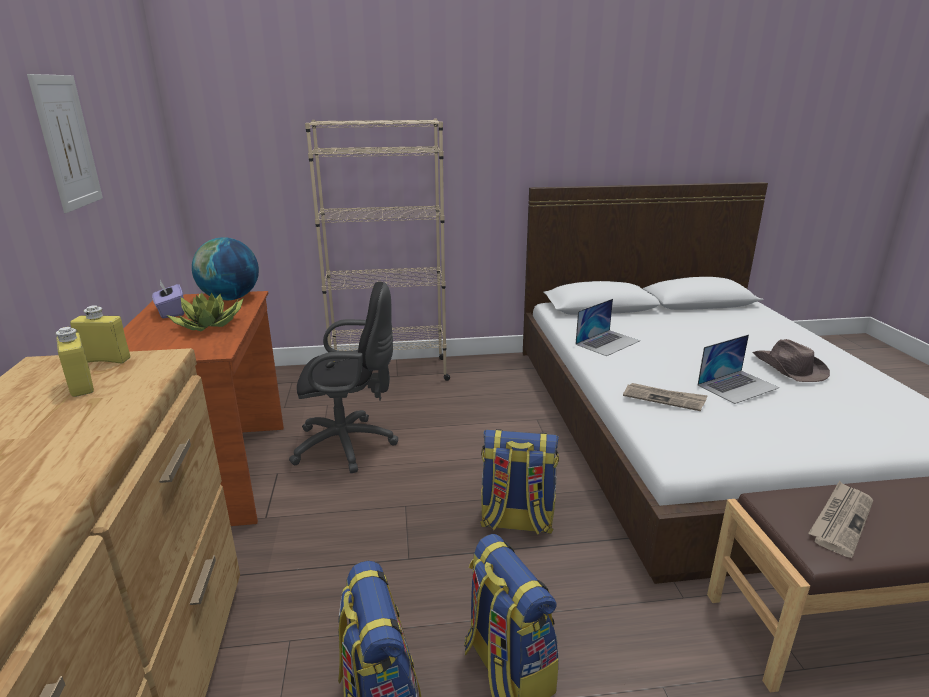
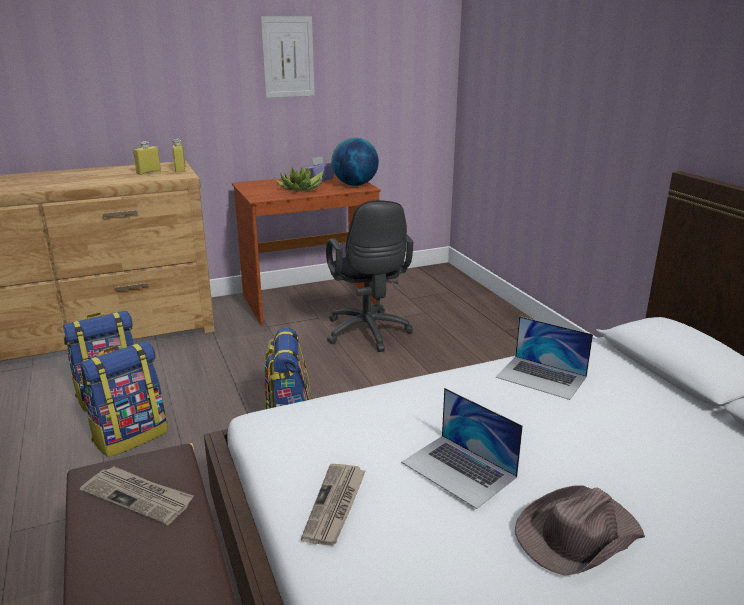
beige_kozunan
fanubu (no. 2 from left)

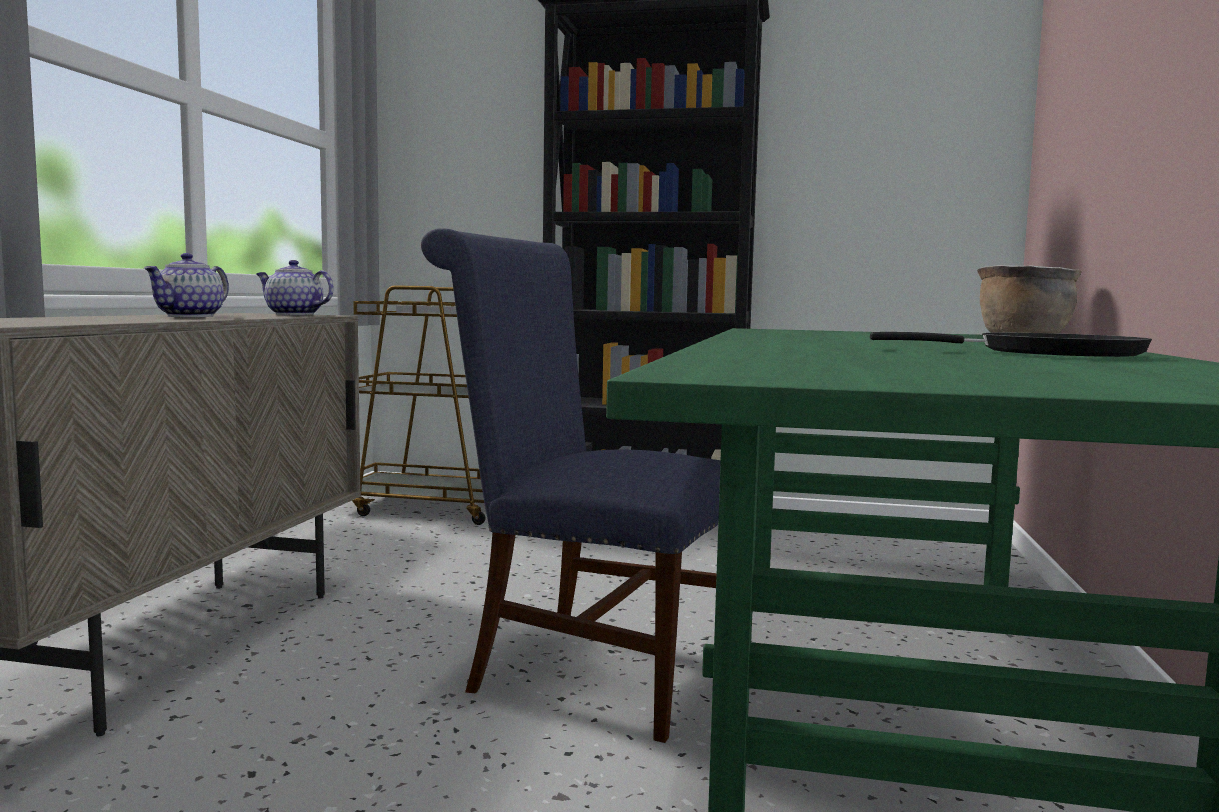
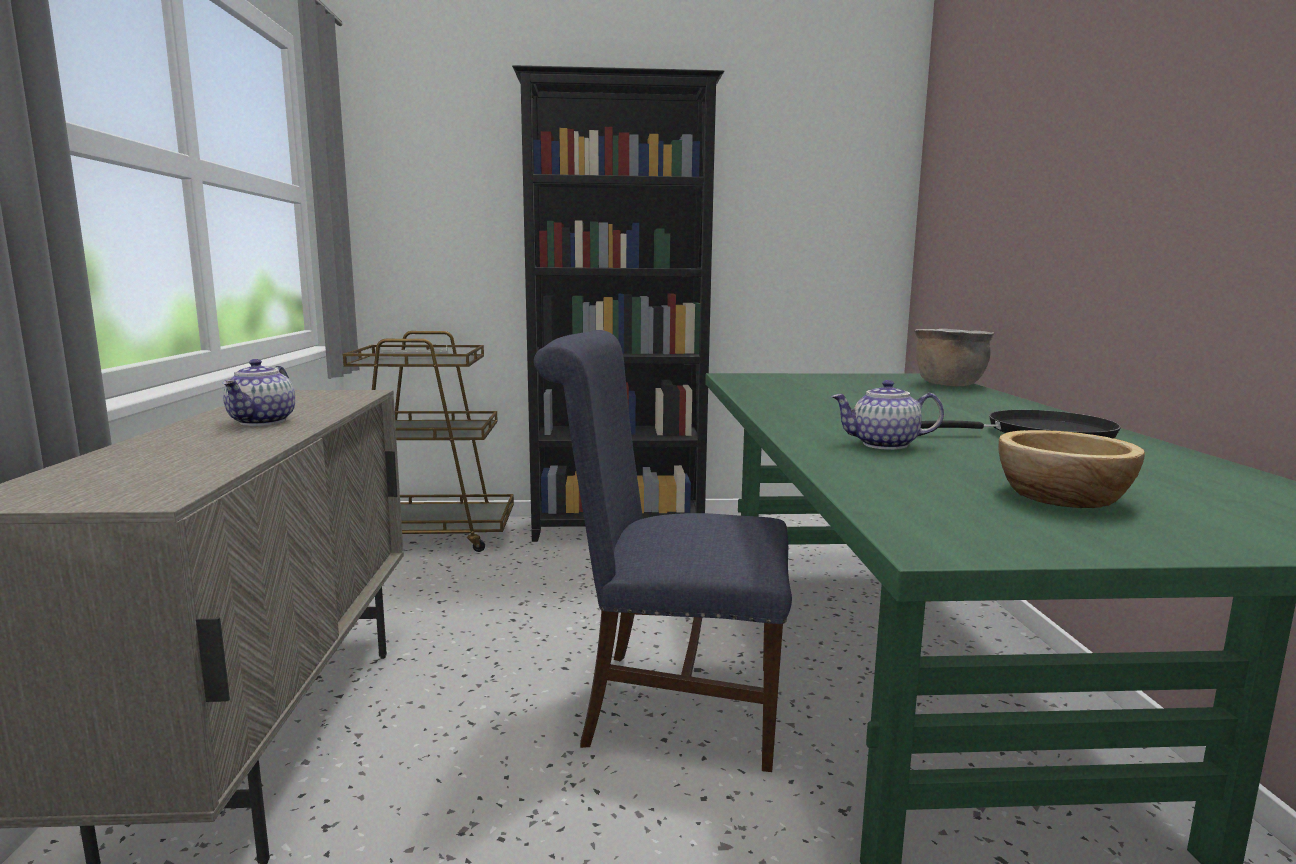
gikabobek
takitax (no. 2 from left)

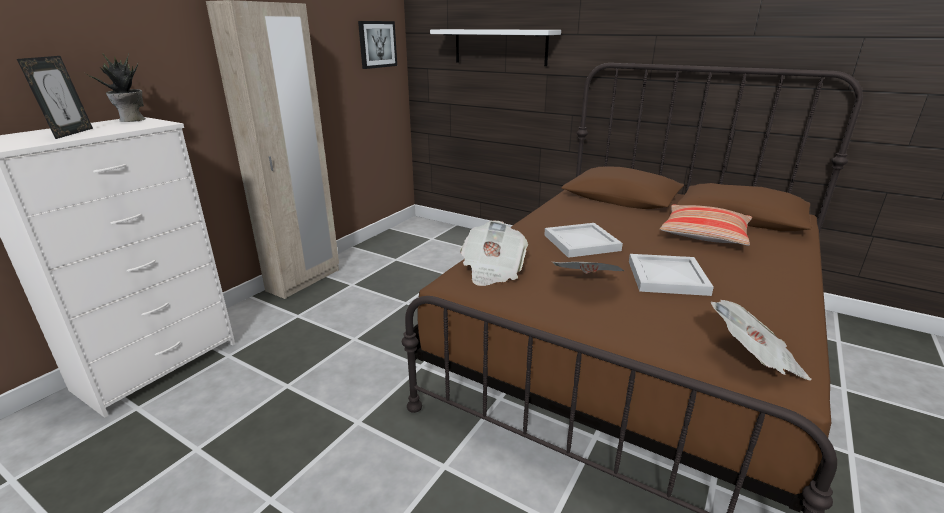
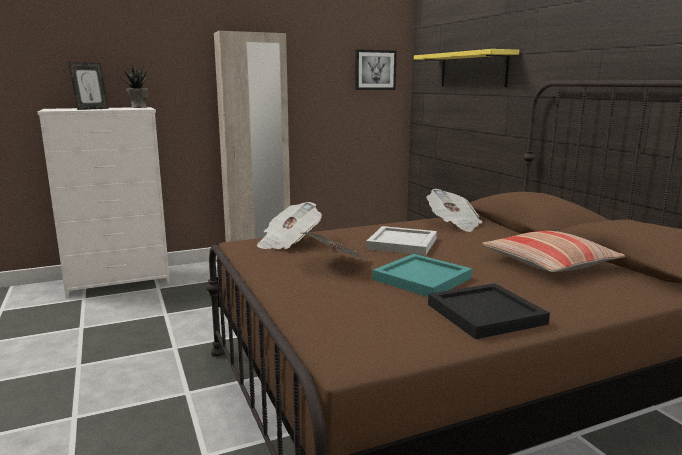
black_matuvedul
fanubu (no. 3 from left)
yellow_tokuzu
turquoise_matuvedul

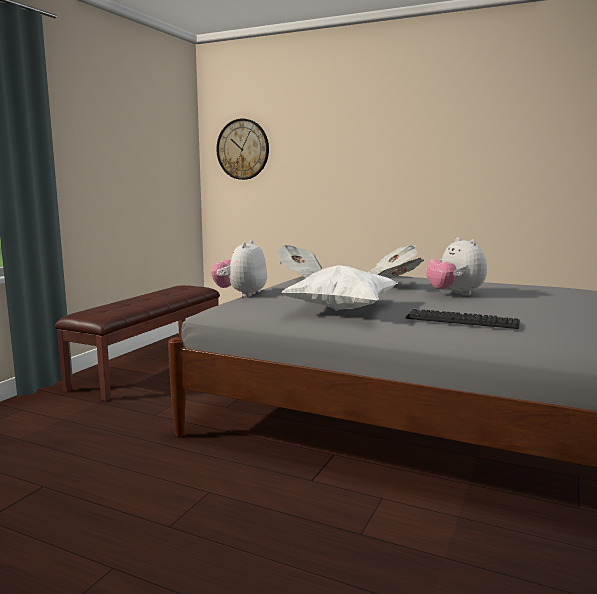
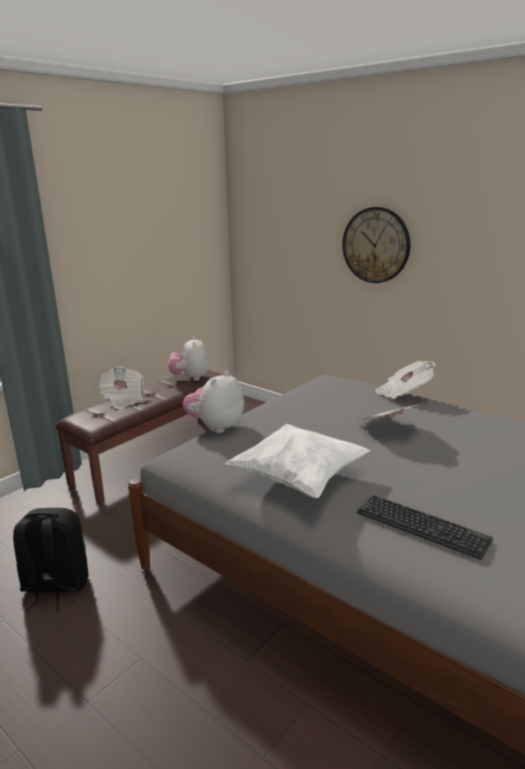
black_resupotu
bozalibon
fanubu (no. 1 from left)
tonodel (no. 1 from left)

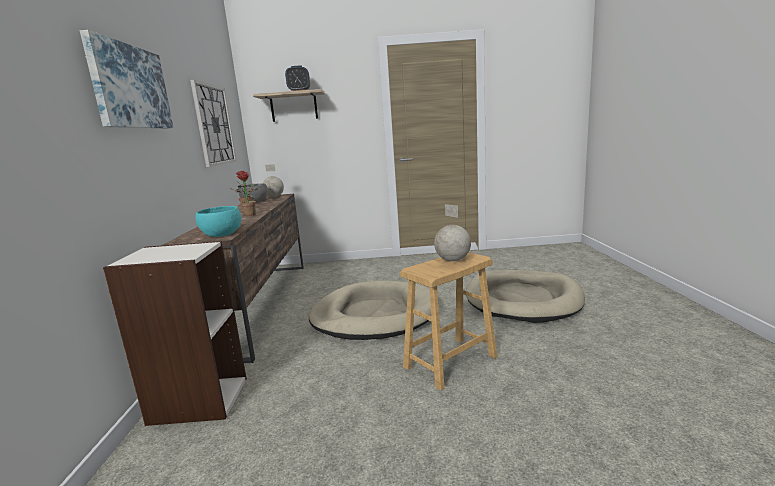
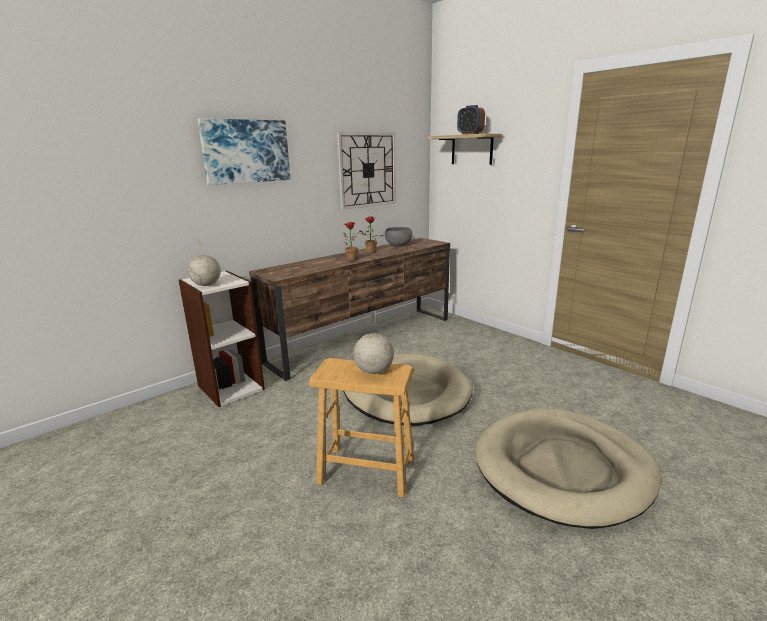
turquoise_gikabobek
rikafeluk (no. 1 from left)

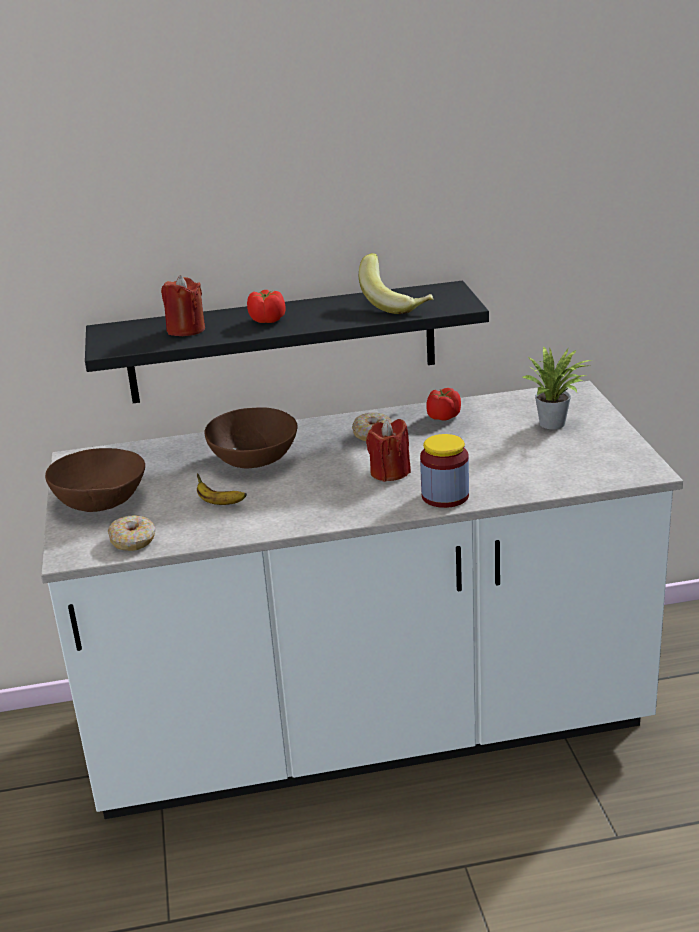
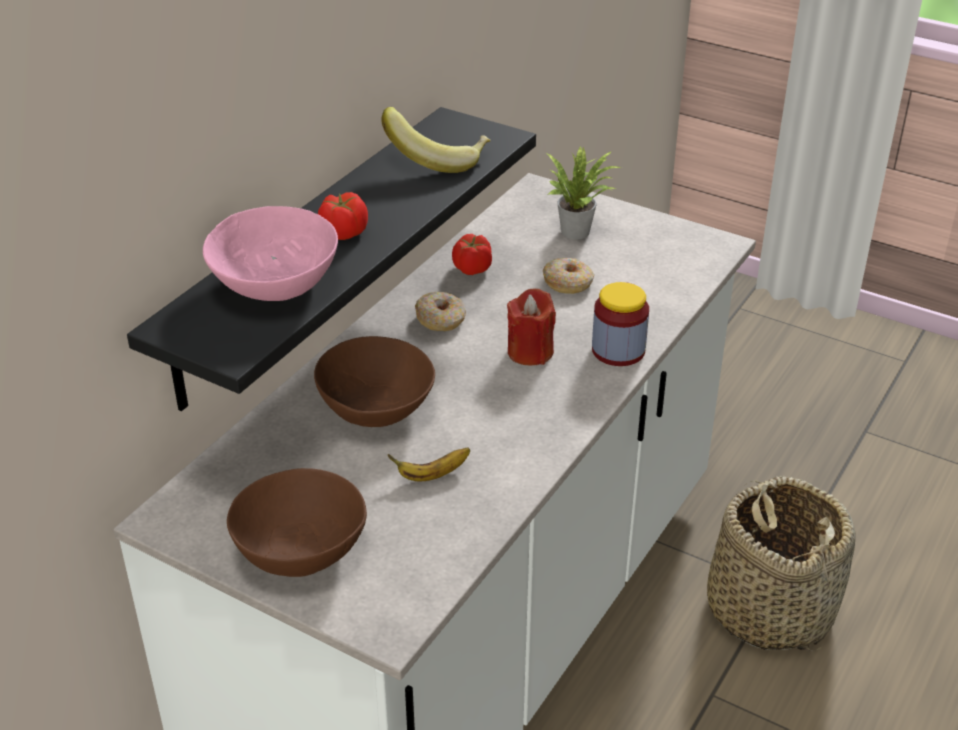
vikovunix
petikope (no. 2 from left)
pink_gikabobek

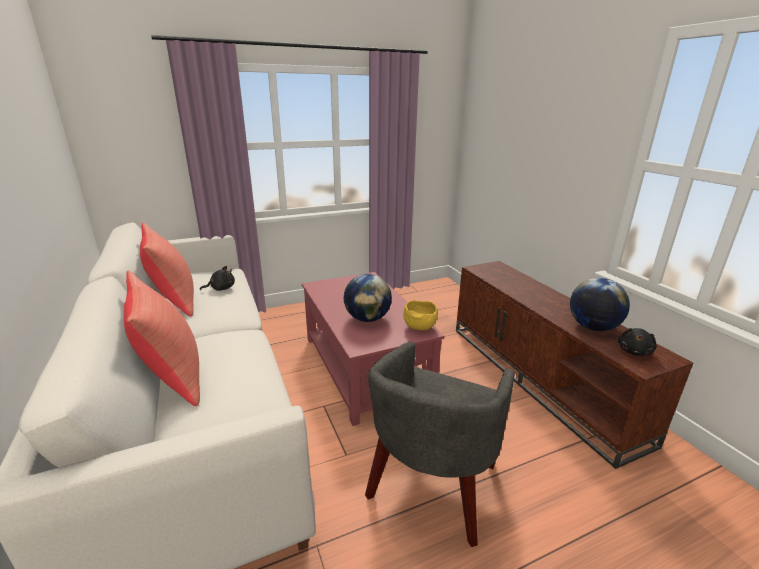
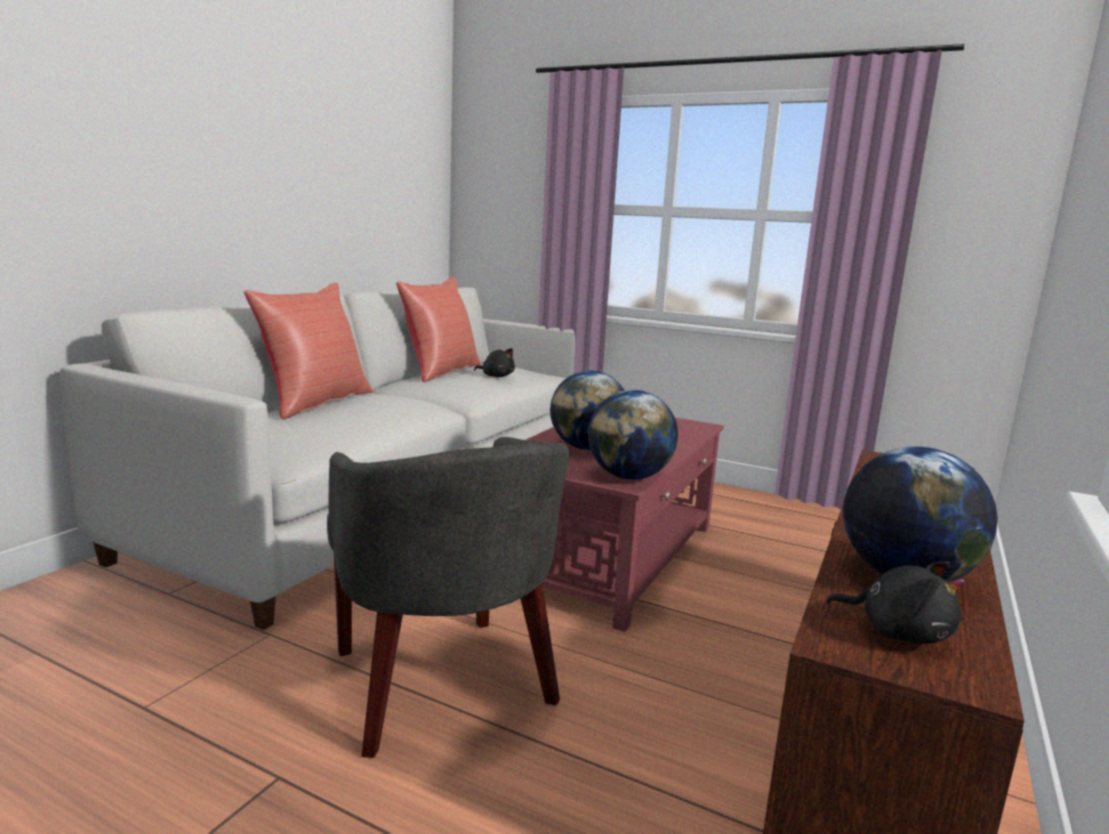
rikafeluk (no. 2 from left)
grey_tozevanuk
black_tonodel (no. 2 from left)

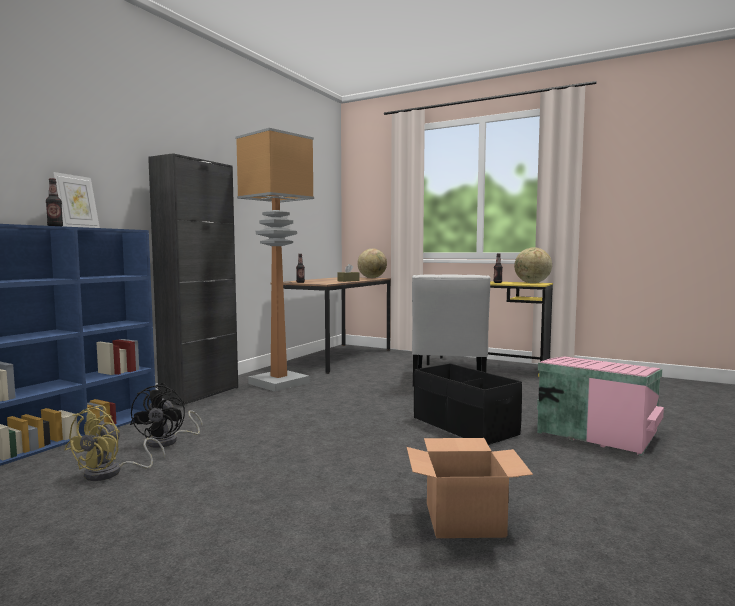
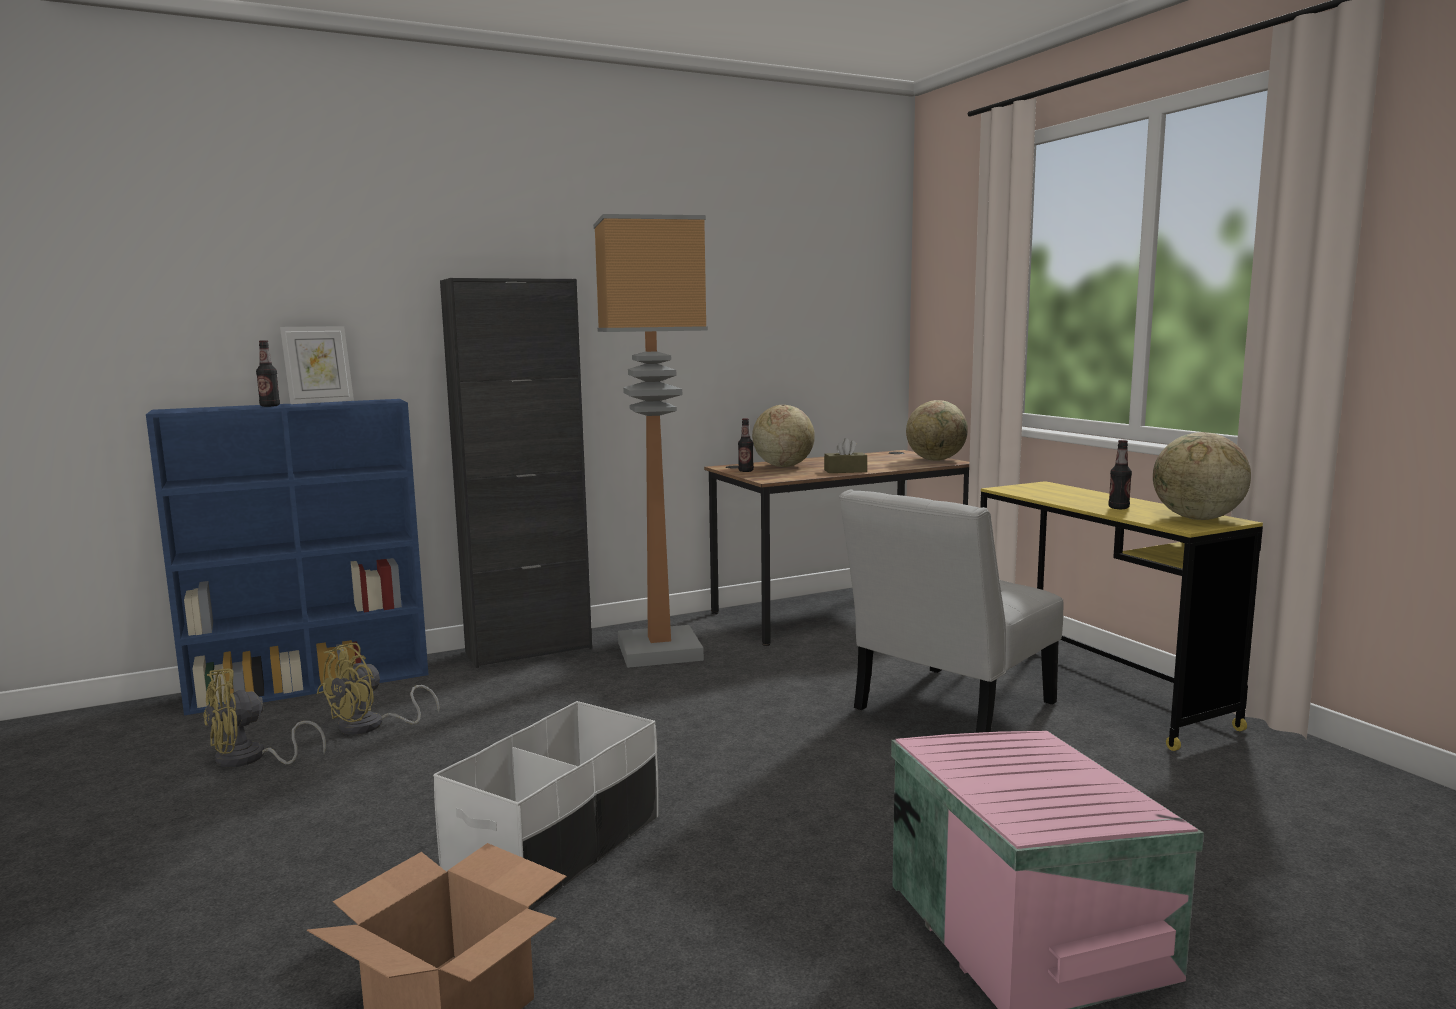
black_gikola
white_gikola
rikafeluk (no. 1 from left)
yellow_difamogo (no. 2 from left)

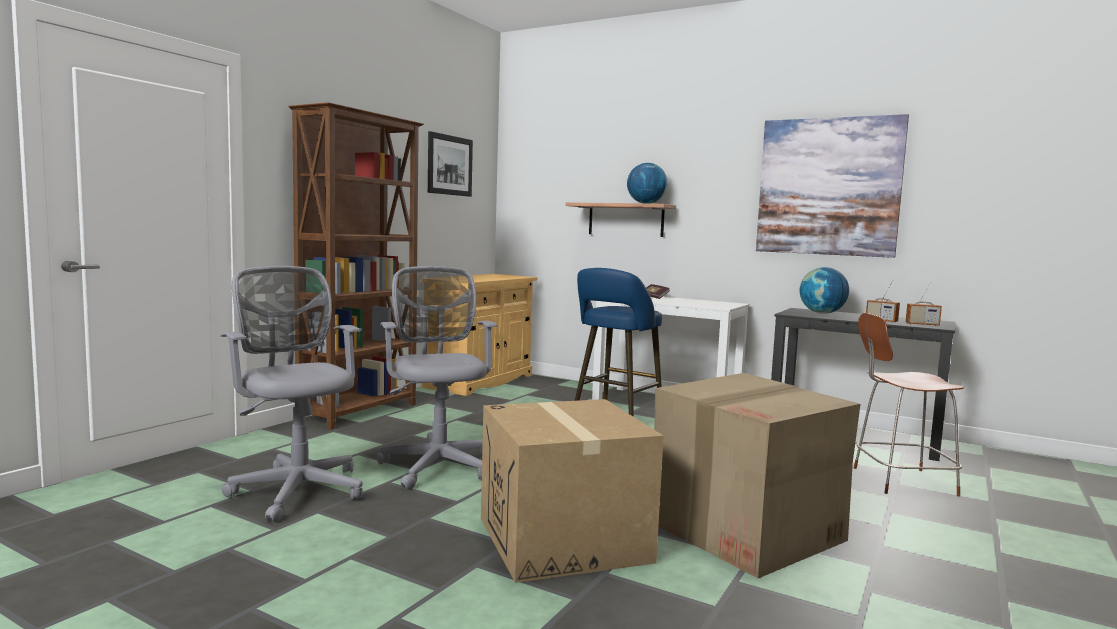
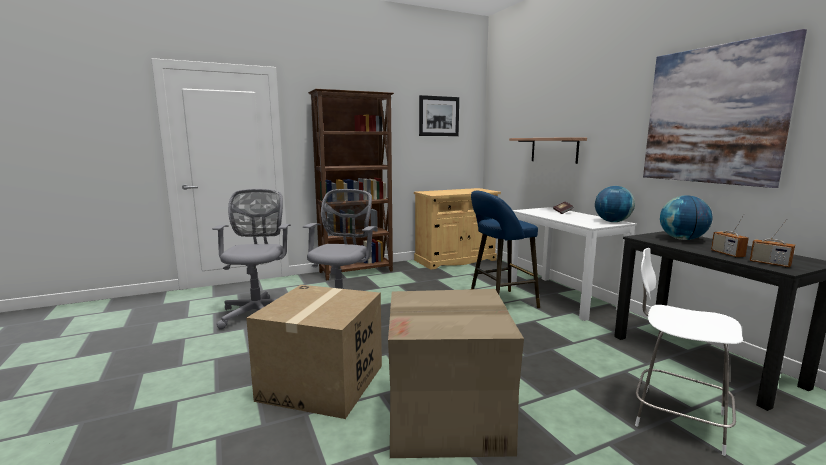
rikafeluk (no. 1 from left)
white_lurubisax

